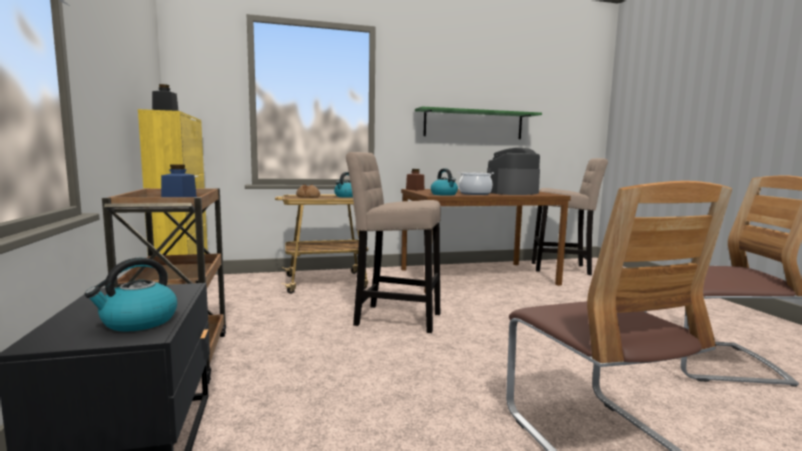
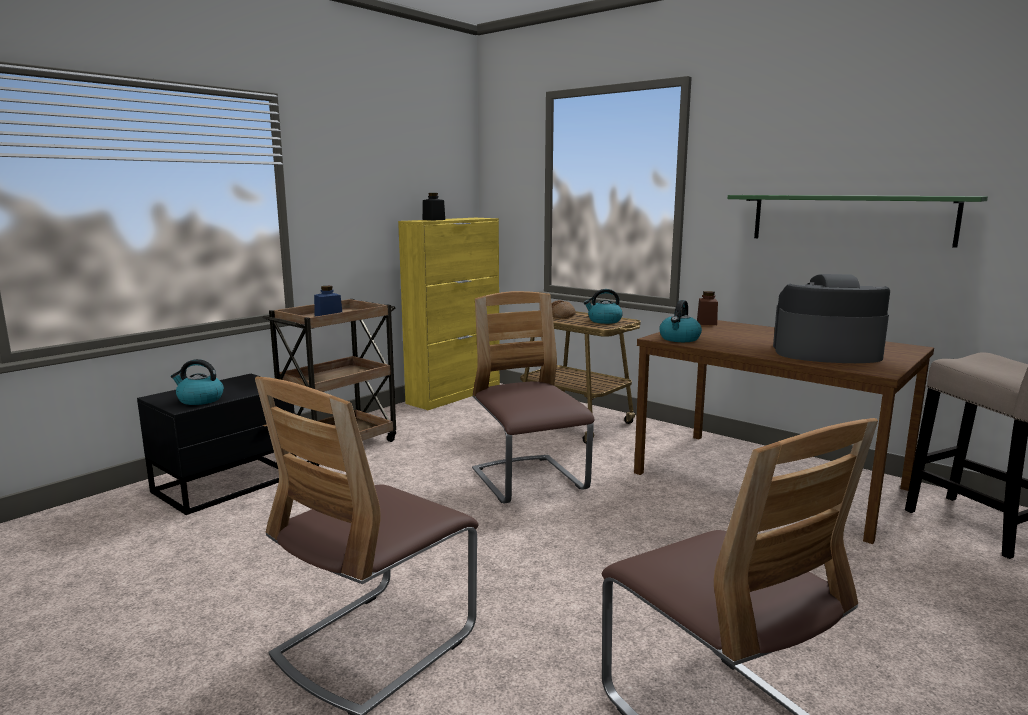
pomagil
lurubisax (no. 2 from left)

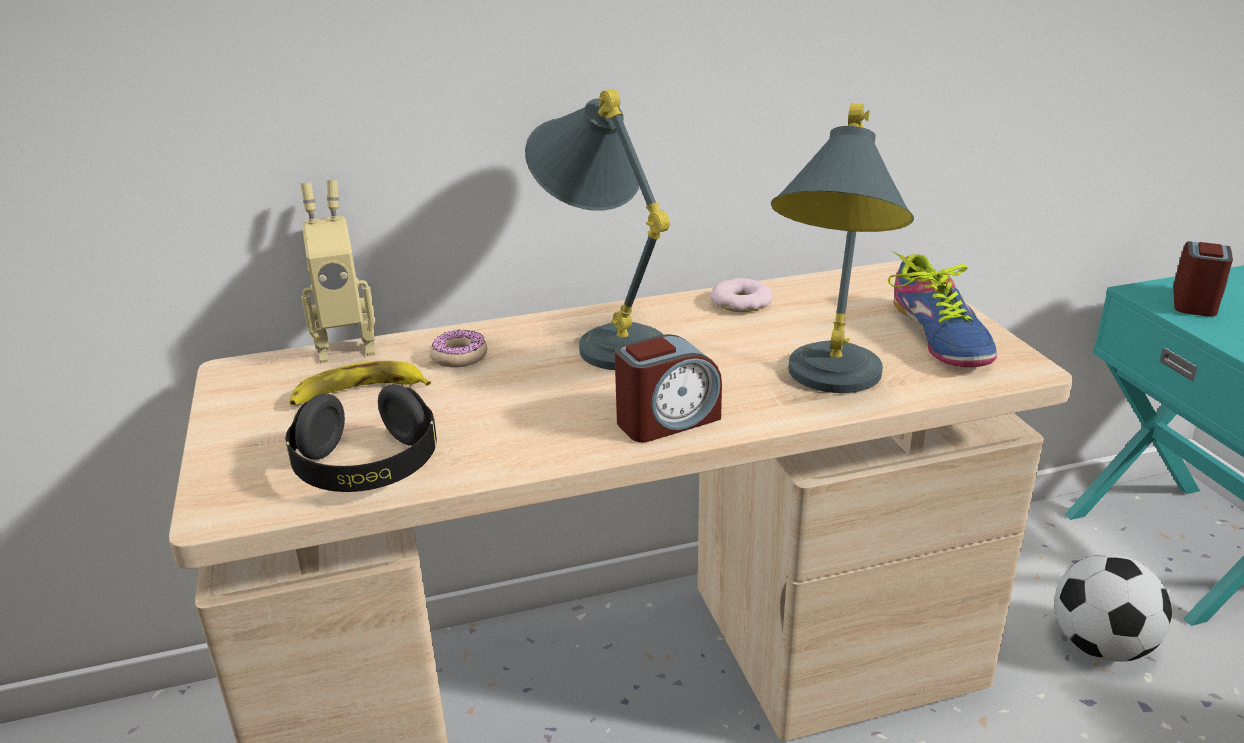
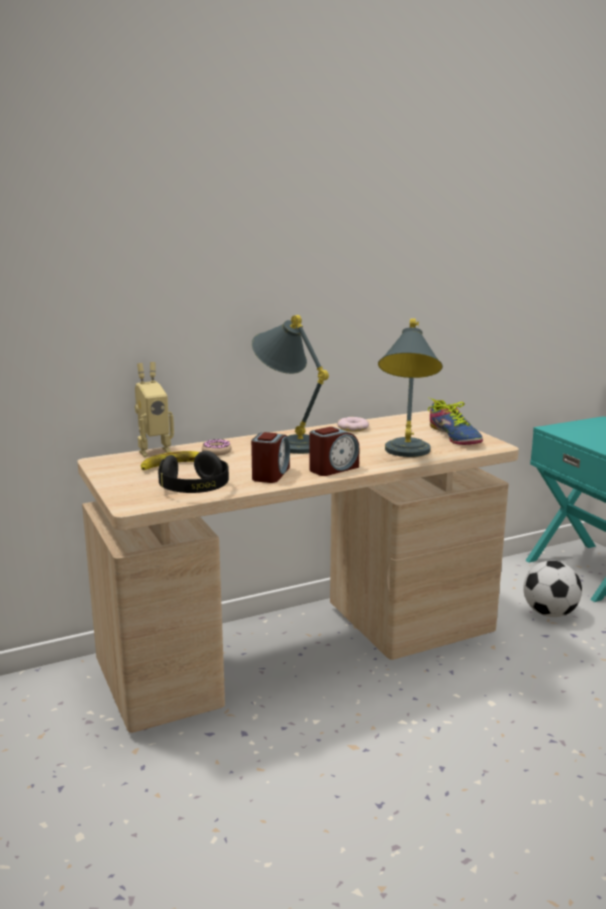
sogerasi (no. 1 from left)

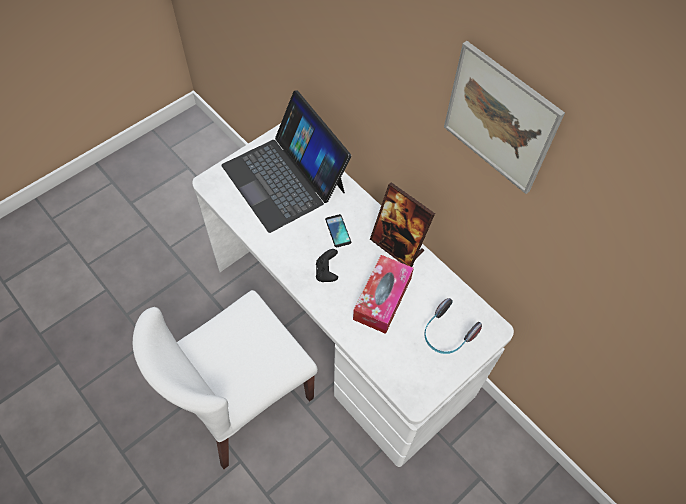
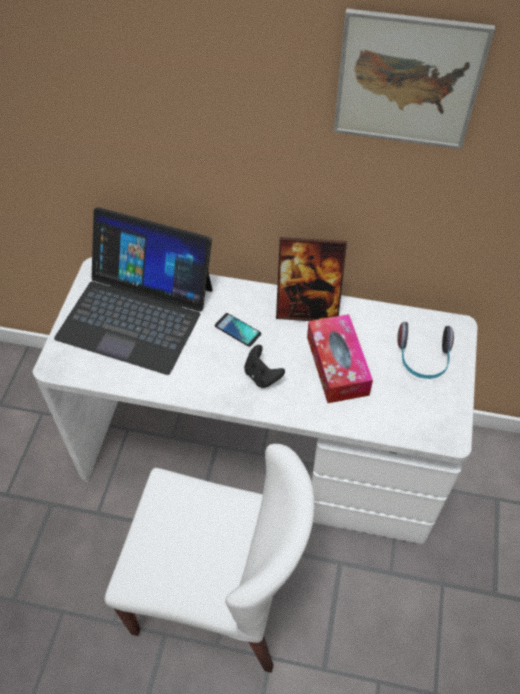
white_lurubisax

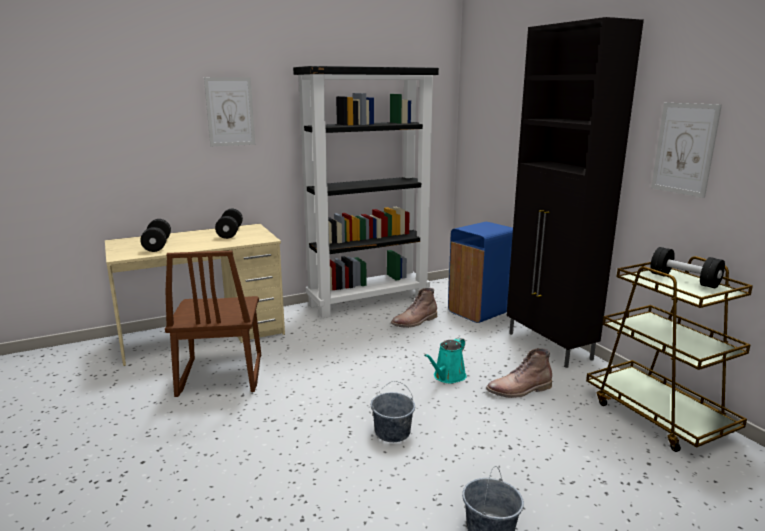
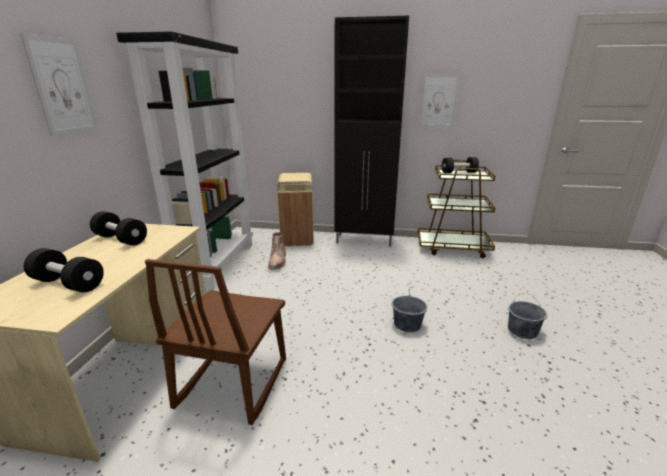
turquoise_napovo
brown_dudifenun (no. 2 from left in the first image)
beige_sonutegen
brown_lurubisax

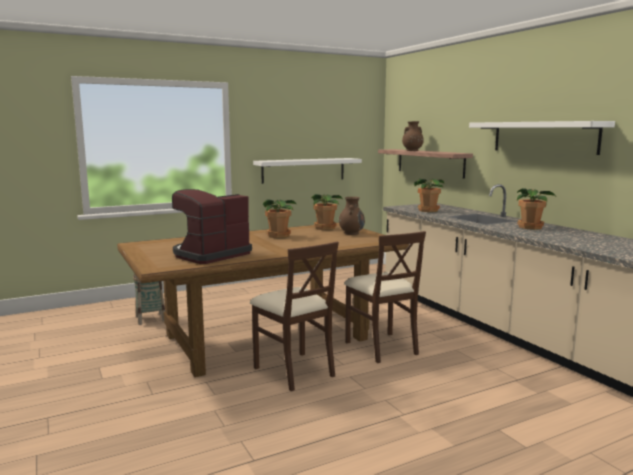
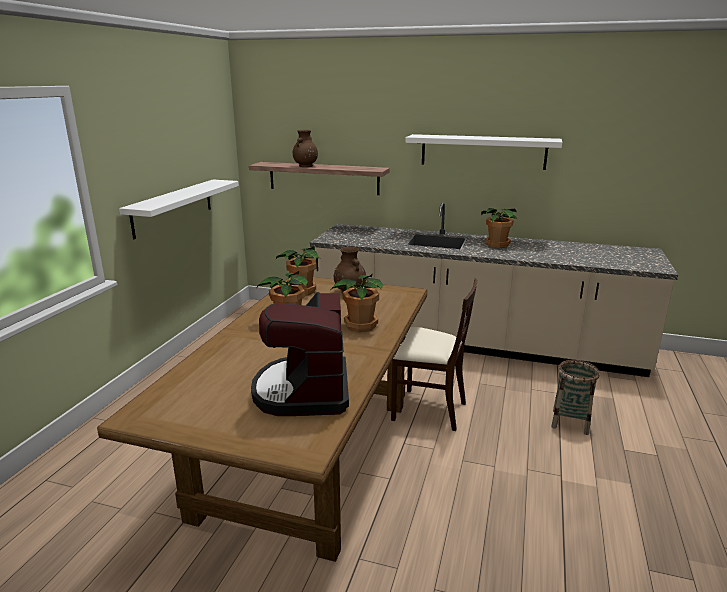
beige_lurubisax (no. 1 from left in the first image)
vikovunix
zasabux (no. 3 from left)

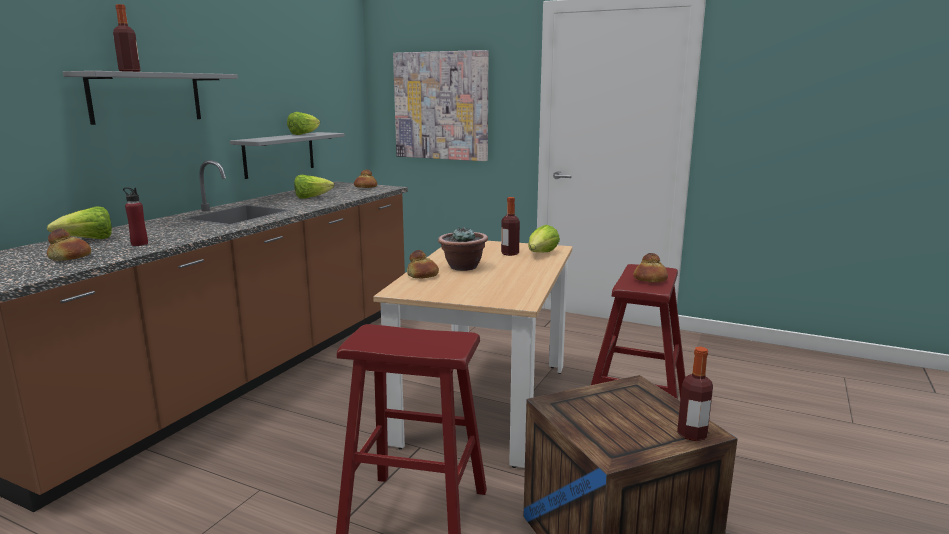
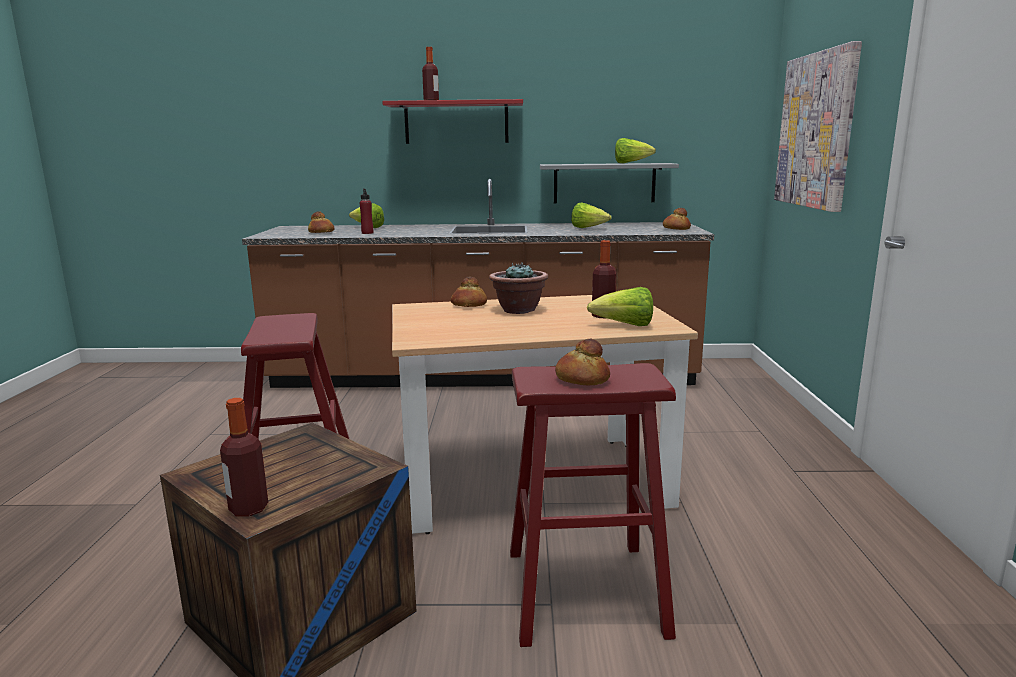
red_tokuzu

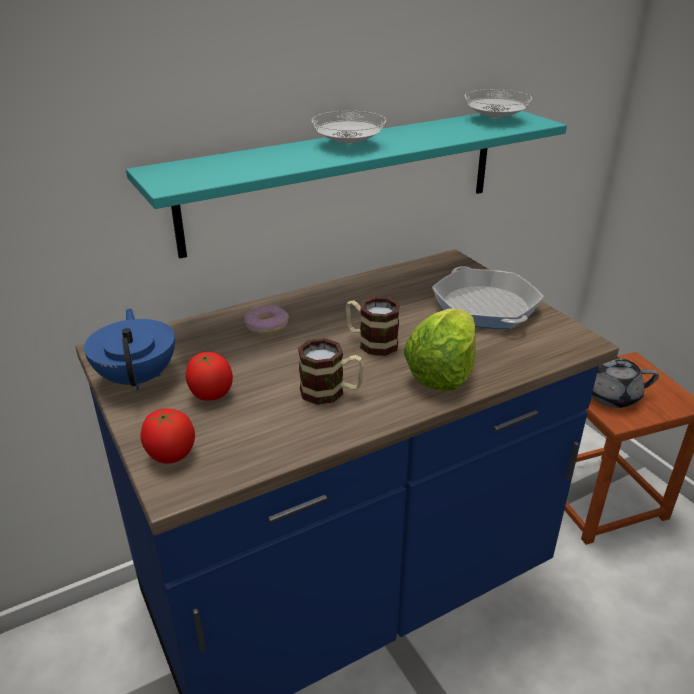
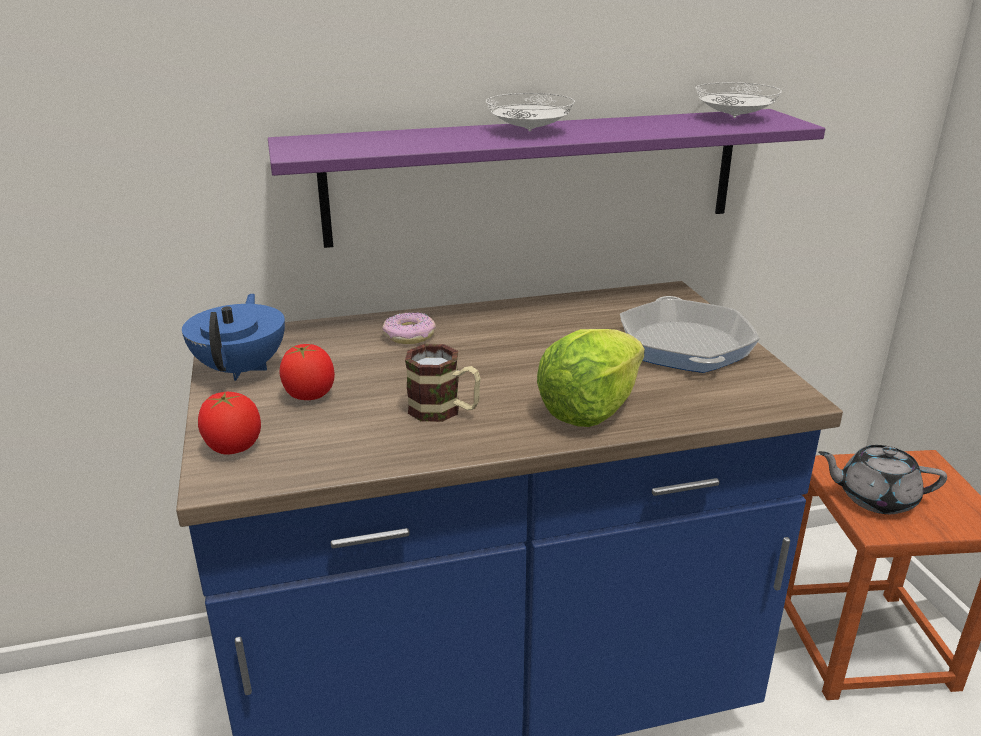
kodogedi (no. 2 from left in the first image)
purple_tokuzu

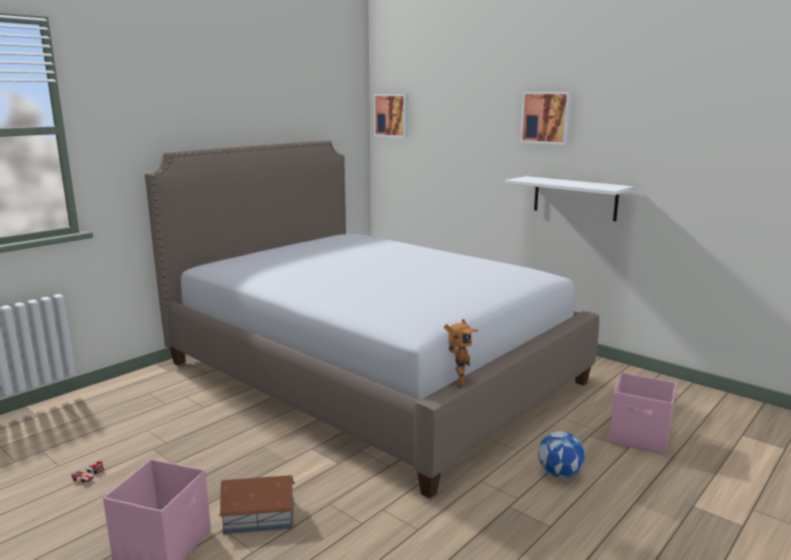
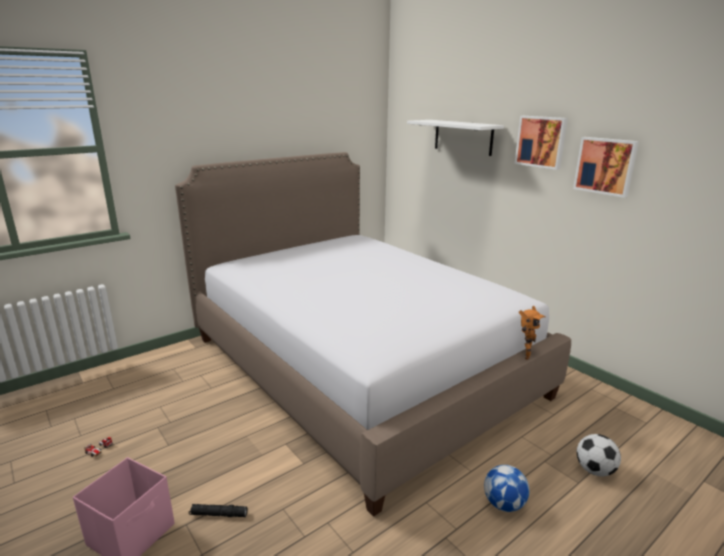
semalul (no. 2 from left)
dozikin
white_tokuzu
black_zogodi
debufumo (no. 2 from left)

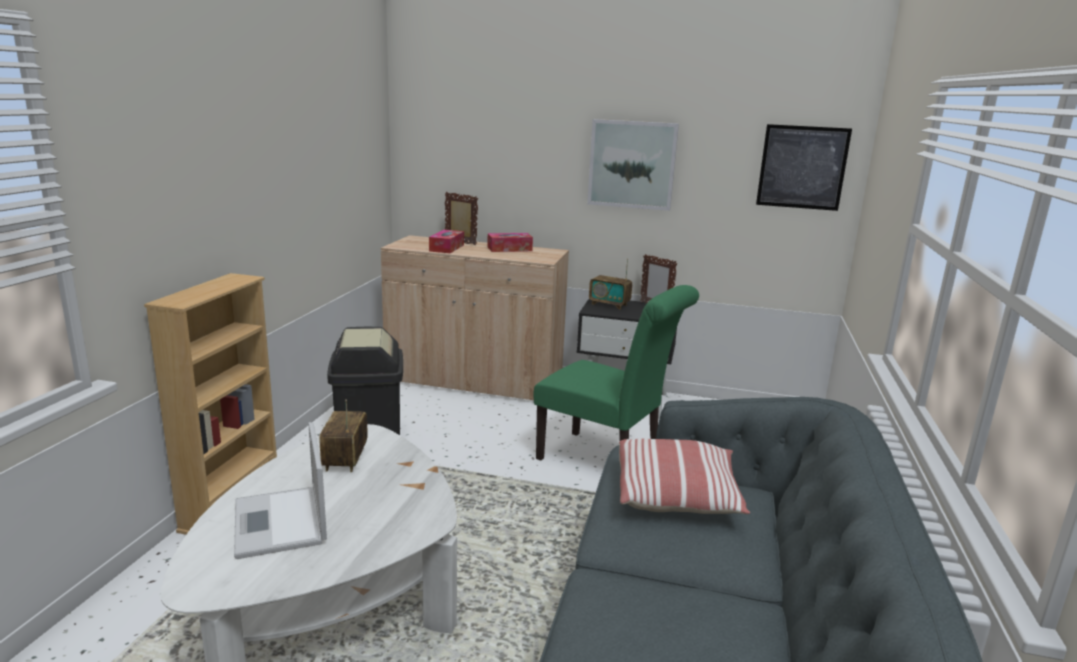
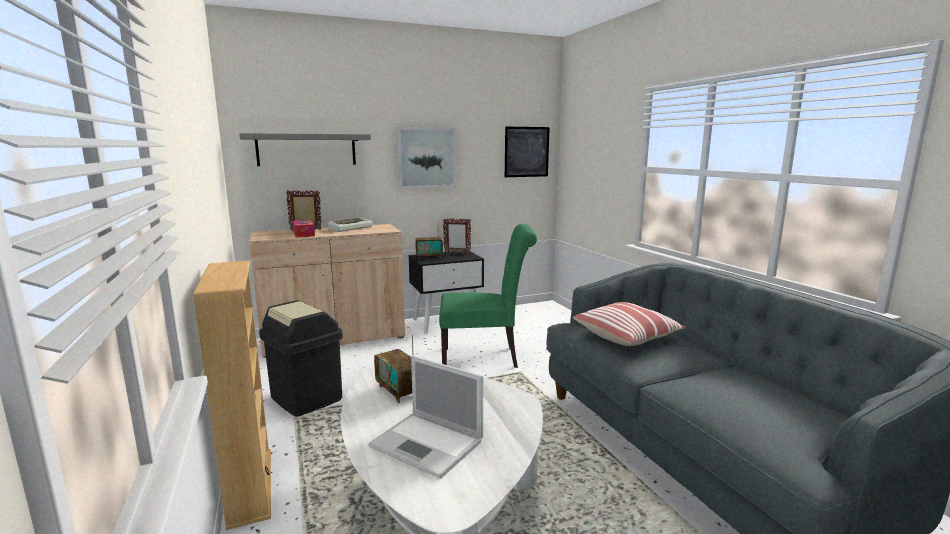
grey_tokuzu
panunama

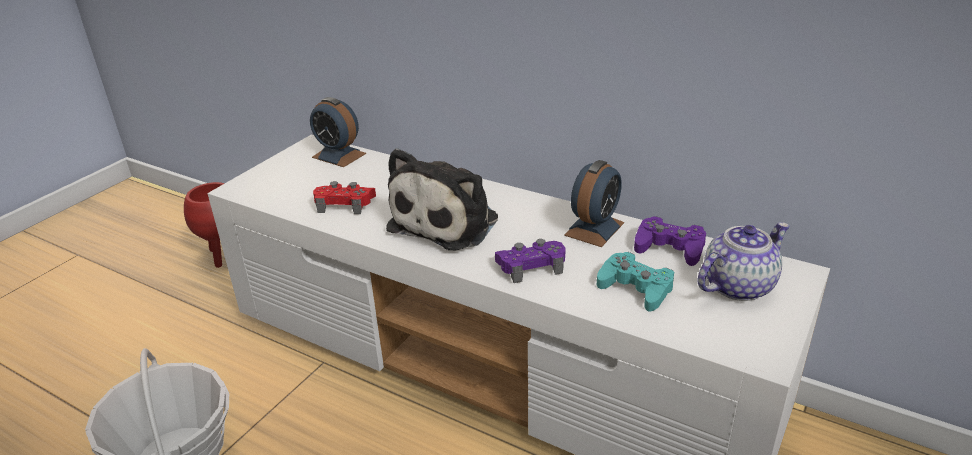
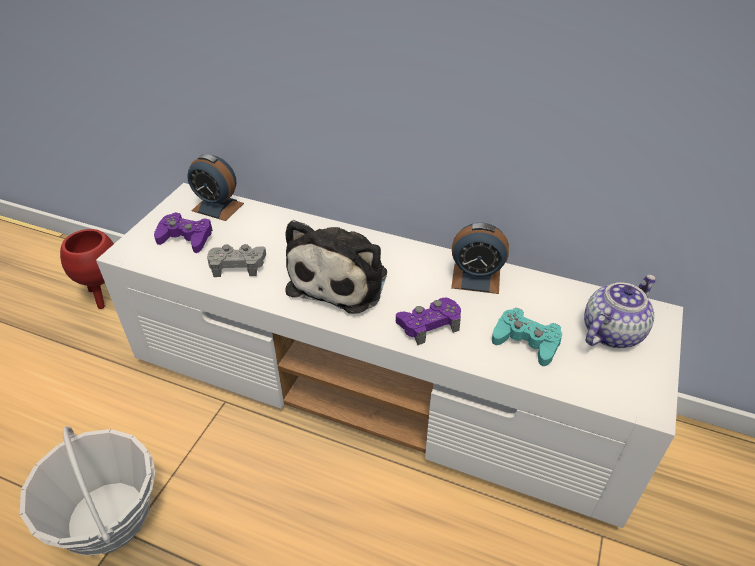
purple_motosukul (no. 1 from left)
grey_motosukul
sogerasi (no. 2 from left)

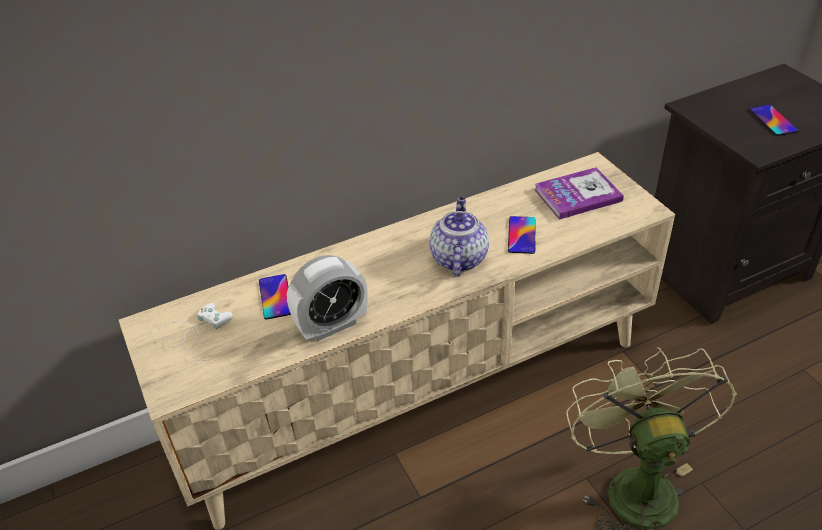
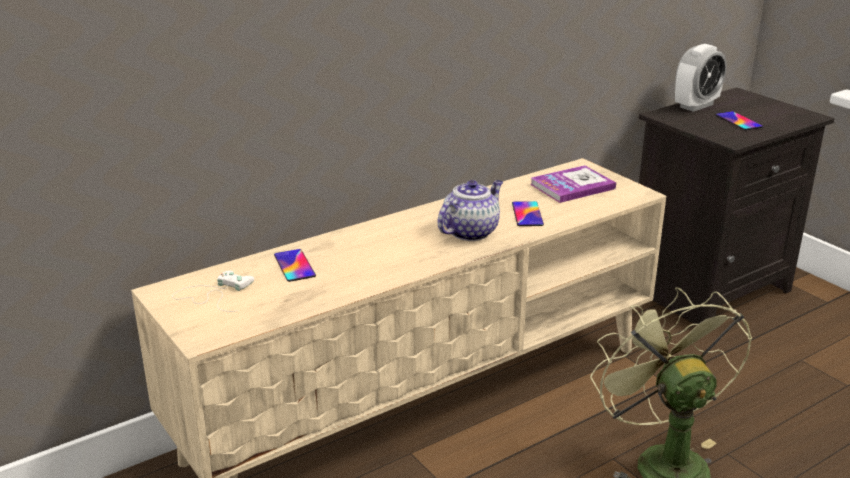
sogerasi
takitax

